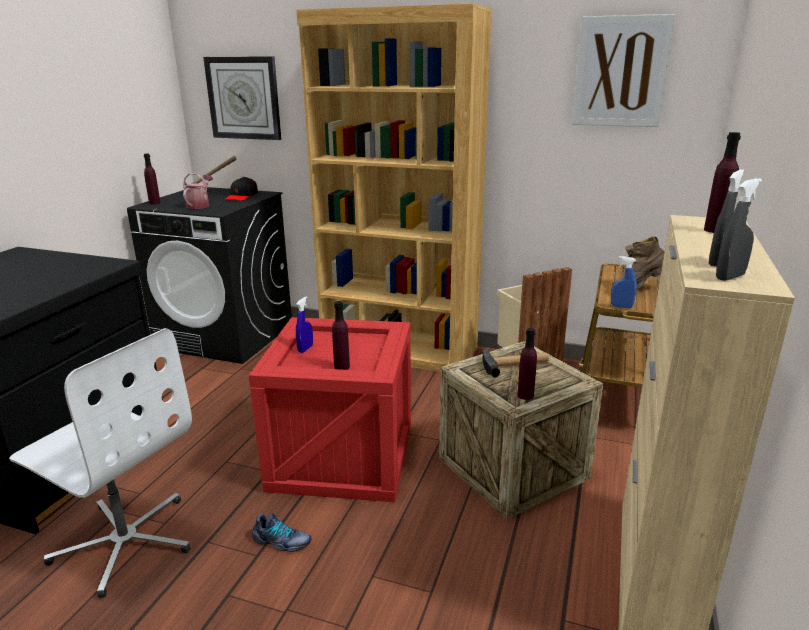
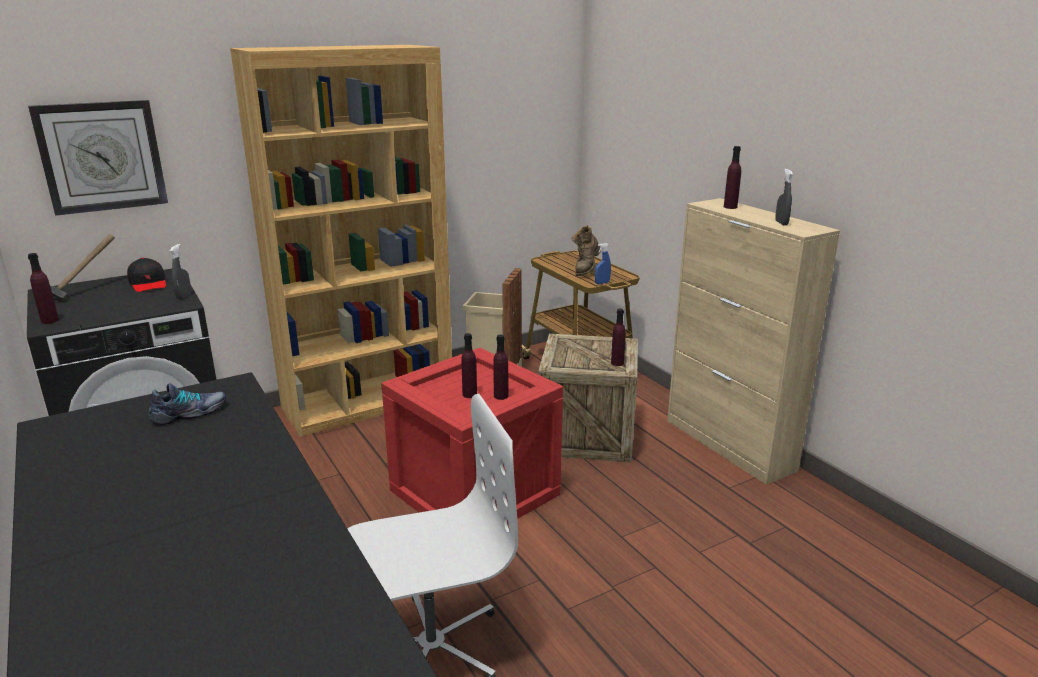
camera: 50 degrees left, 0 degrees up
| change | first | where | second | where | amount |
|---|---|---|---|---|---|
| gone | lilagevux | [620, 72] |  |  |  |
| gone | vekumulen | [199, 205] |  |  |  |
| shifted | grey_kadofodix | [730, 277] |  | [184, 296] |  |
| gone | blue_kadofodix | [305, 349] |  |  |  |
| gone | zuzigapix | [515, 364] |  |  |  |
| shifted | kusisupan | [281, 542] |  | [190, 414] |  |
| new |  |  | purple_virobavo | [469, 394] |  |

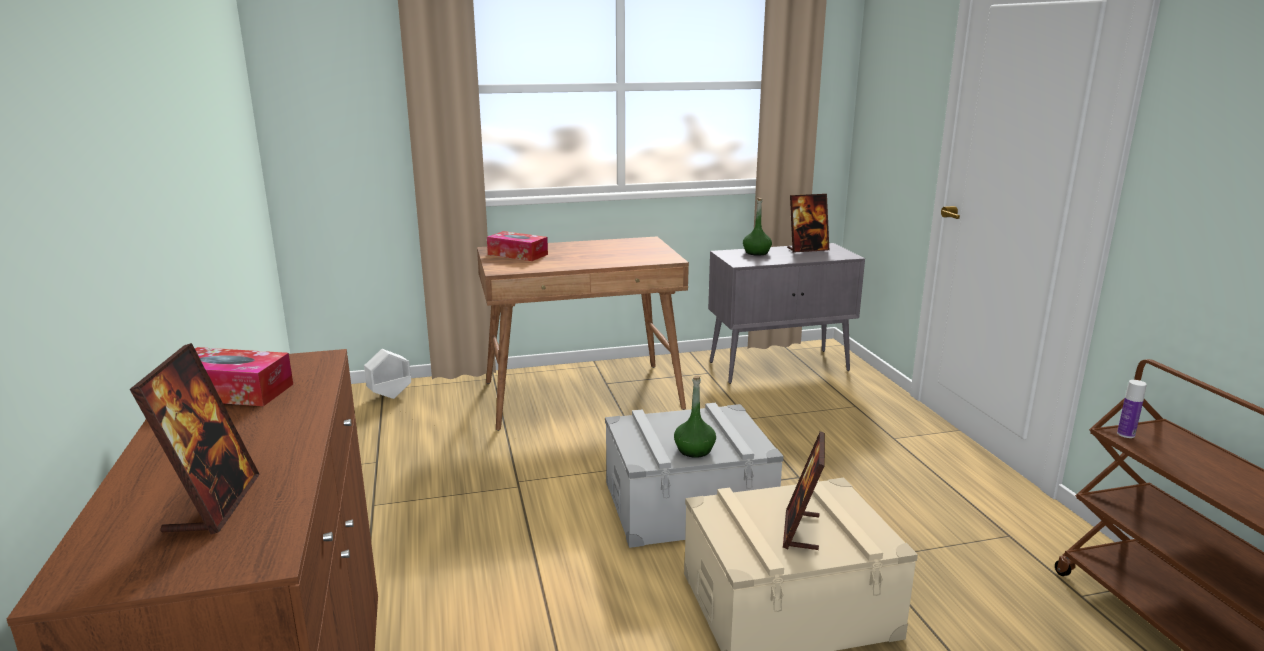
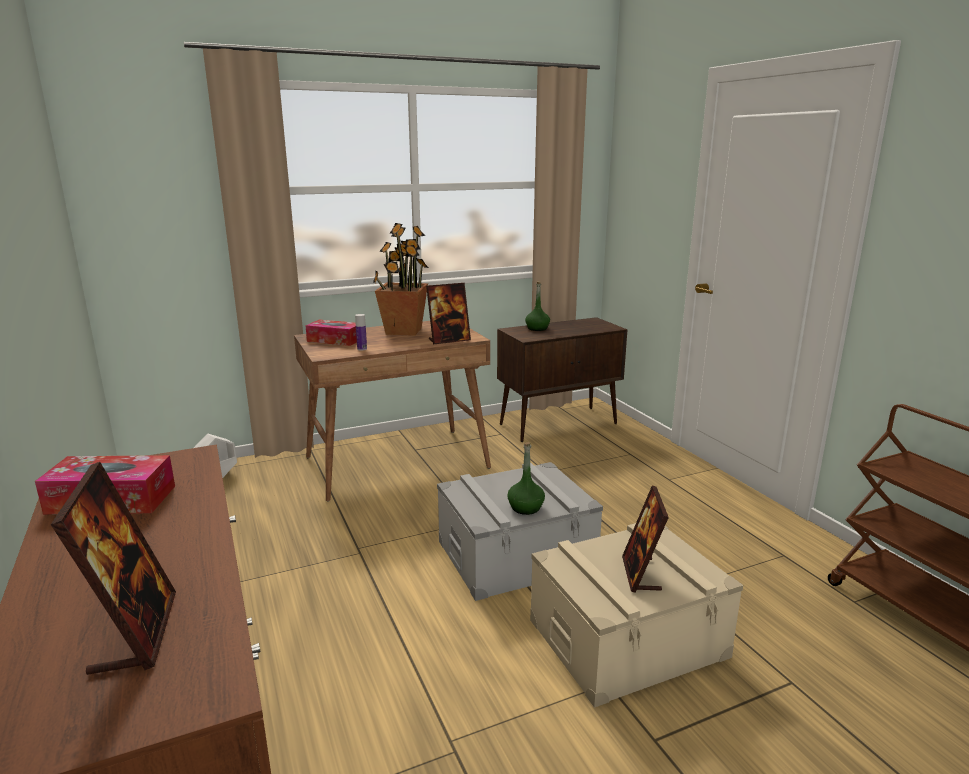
camera: 10 degrees left, 0 degrees up
| change | first | where | second | where | amount |
|---|---|---|---|---|---|
| shifted | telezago | [807, 249] |  | [449, 340] |  |
| repainted | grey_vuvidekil | [780, 366] | brown_vuvidekil | [559, 424] |  |
| shifted | virobavo | [1125, 434] |  | [362, 349] |  |
| new |  |  | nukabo | [403, 331] |  |

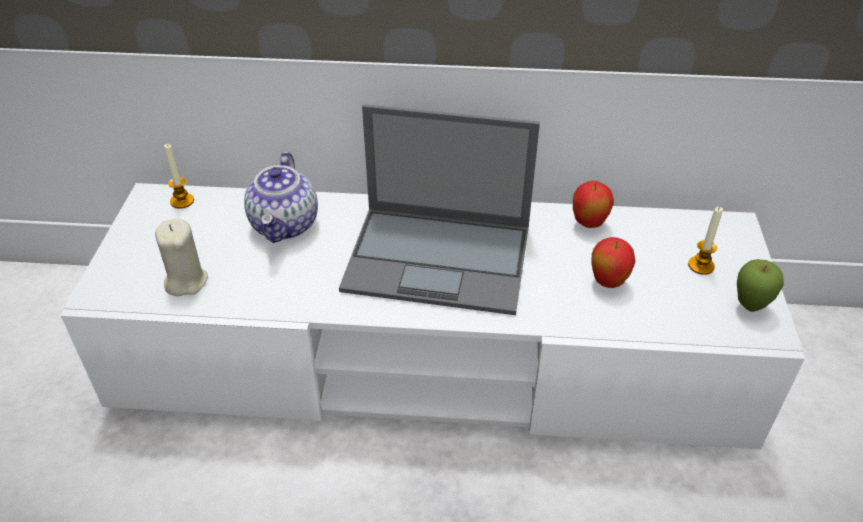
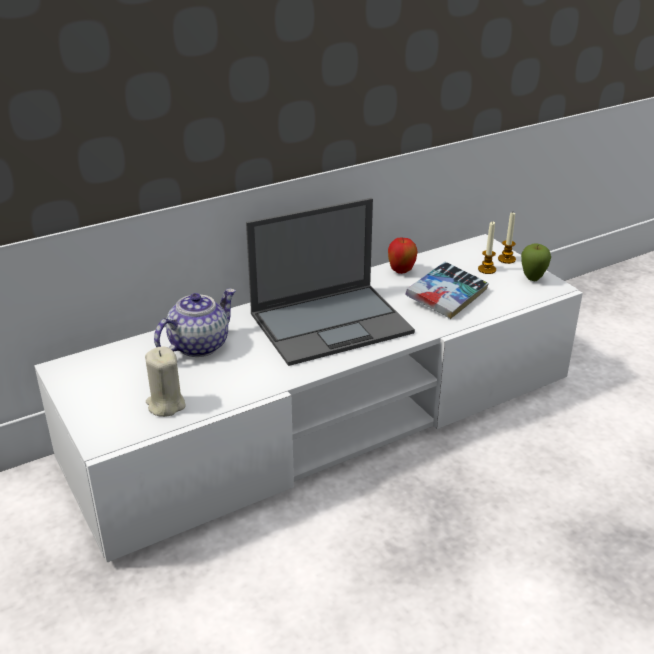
camera: 35 degrees left, 10 degrees down
| change | first | where | second | where | amount |
|---|---|---|---|---|---|
| shifted | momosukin | [182, 201] |  | [506, 259] |  |
| rotated | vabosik | [285, 225] |  | [199, 345] | 105 degrees counterclockwise |
| swapped | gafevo | [608, 282] | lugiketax | [447, 296] |  |

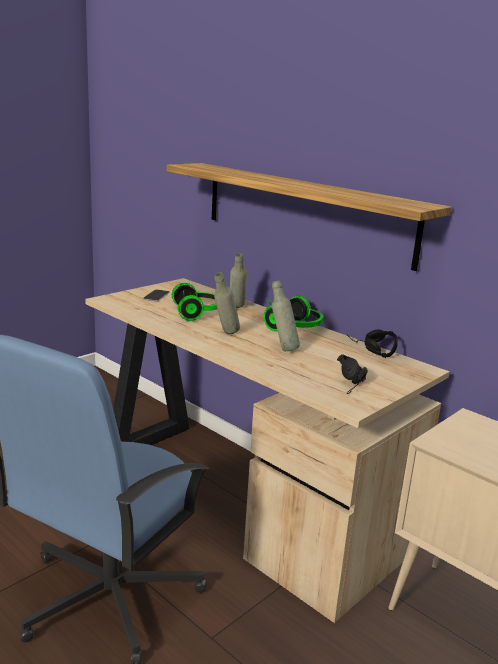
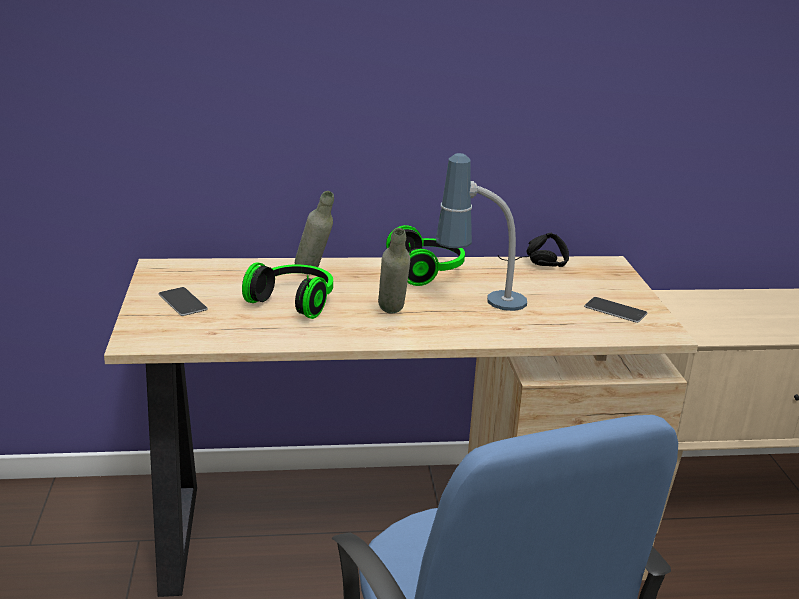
camera: 50 degrees left, 5 degrees up
| change | first | where | second | where | amount |
|---|---|---|---|---|---|
| gone | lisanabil | [304, 212] |  |  |  |
| swapped | grey_virobavo | [282, 349] | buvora | [479, 303] |  |
| swapped | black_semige | [354, 385] | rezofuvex | [615, 310] |  |

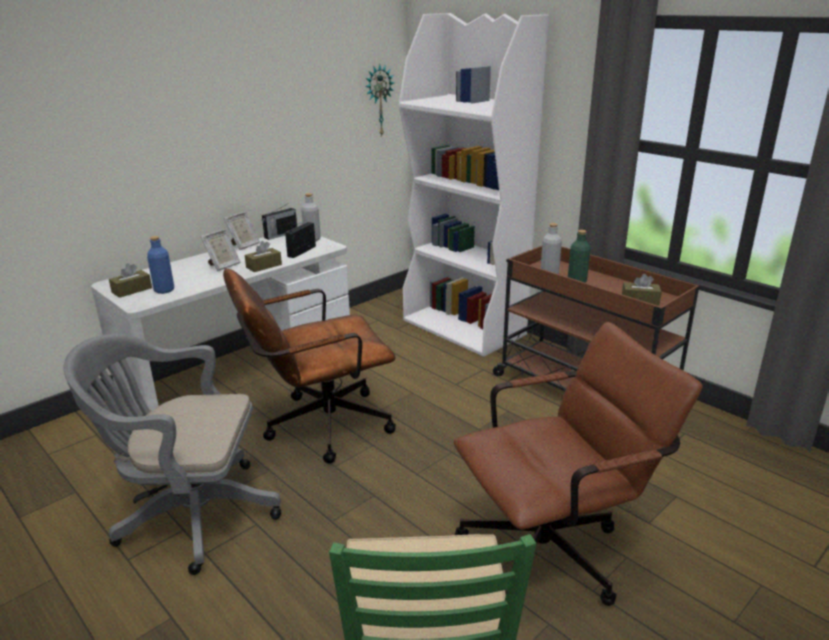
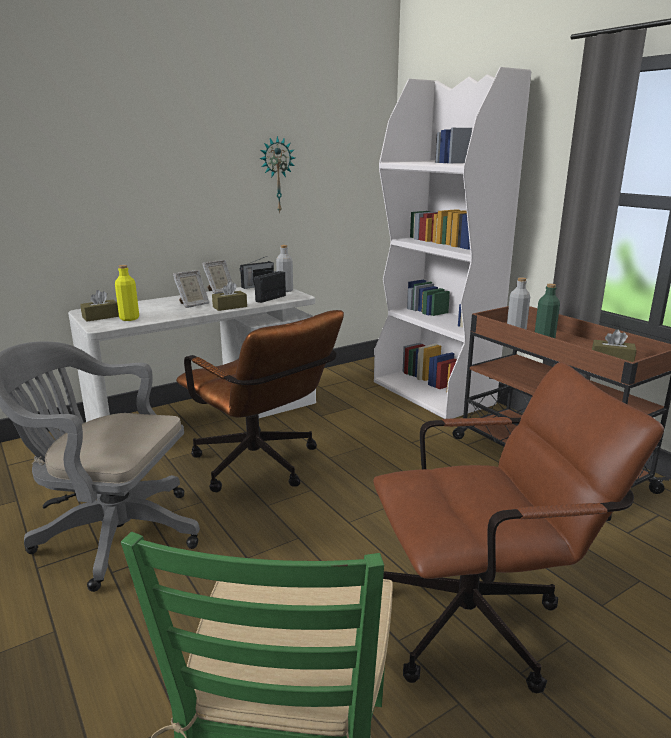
camera: 10 degrees right, 5 degrees down
| change | first | where | second | where | amount |
|---|---|---|---|---|---|
| shifted | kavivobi | [378, 100] |  | [276, 175] |  |
| repainted | blue_virobavo | [164, 290] | yellow_virobavo | [129, 318] |  |
| rotated | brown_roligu | [318, 427] |  | [262, 467] | 120 degrees counterclockwise |

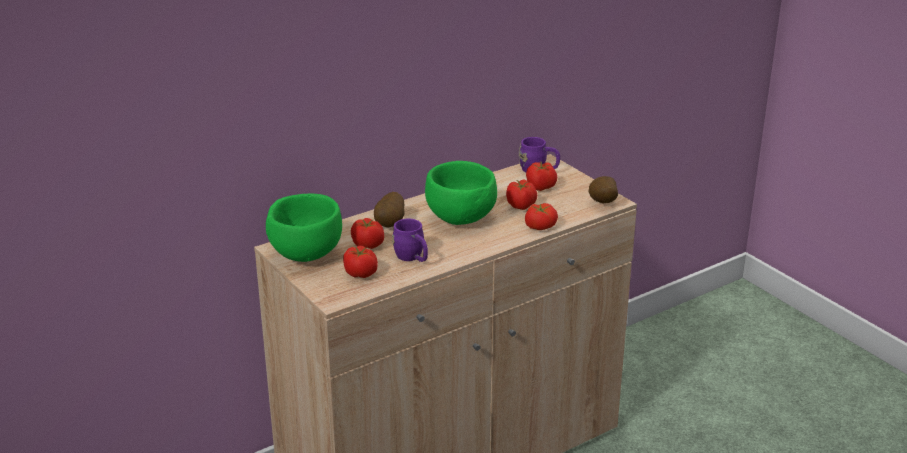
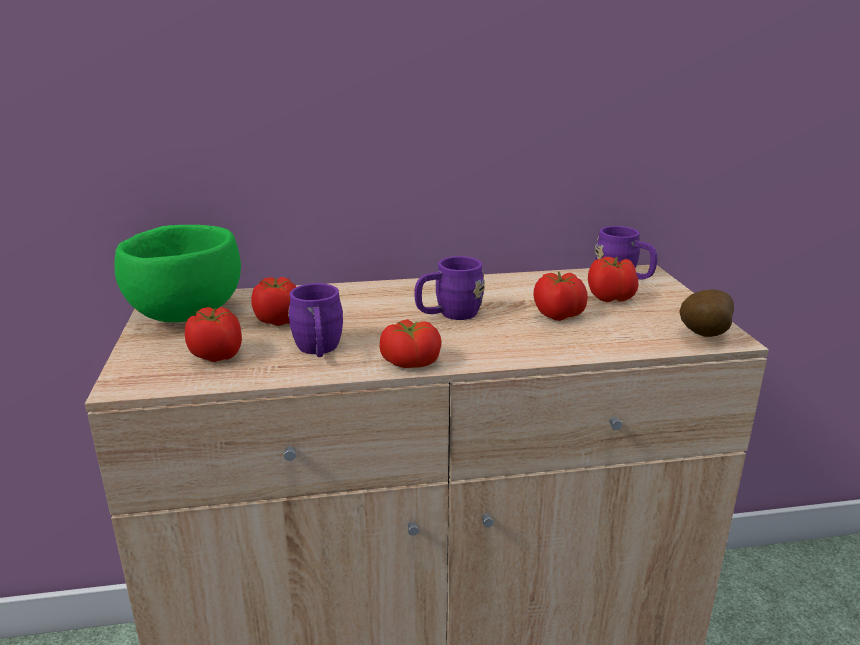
camera: 25 degrees right, 5 degrees down
| change | first | where | second | where | amount |
|---|---|---|---|---|---|
| swapped | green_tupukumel | [460, 219] | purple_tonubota | [449, 314] |  |
| gone | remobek | [391, 224] |  |  |  |
| shifted | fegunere | [539, 226] |  | [410, 361] |  |

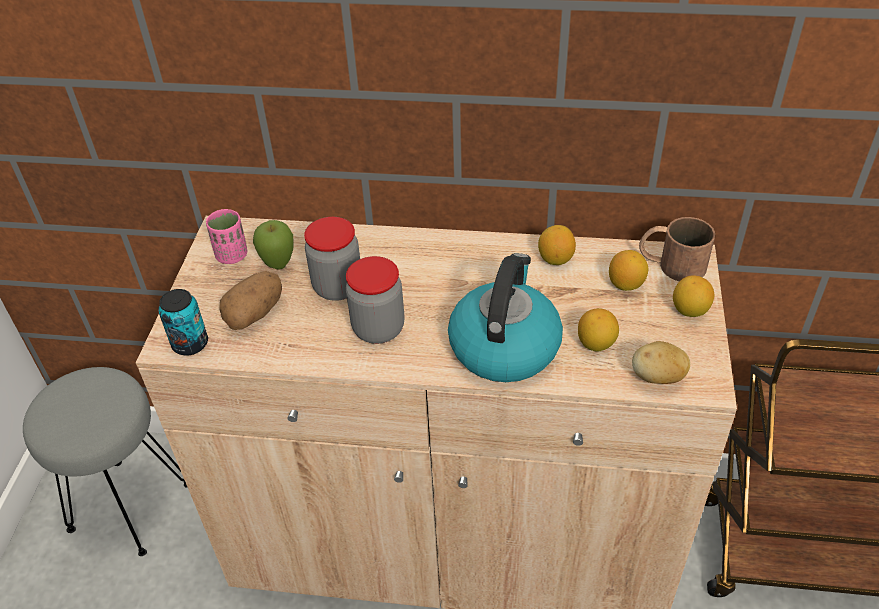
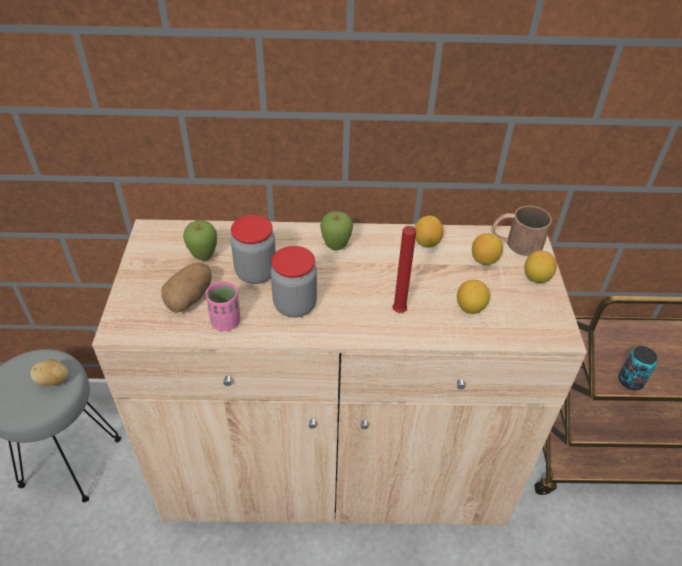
camera: 10 degrees left, 0 degrees up
| change | first | where | second | where | amount |
|---|---|---|---|---|---|
| shifted | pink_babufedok | [232, 255] |  | [226, 322] |  |
| swapped | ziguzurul | [504, 346] | red_momosukin | [399, 313] |  |
| shifted | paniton | [190, 344] |  | [630, 381] |  |
| shifted | remobek | [657, 378] |  | [54, 381] |  |
| new |  |  | gafevo | [336, 247] |  |

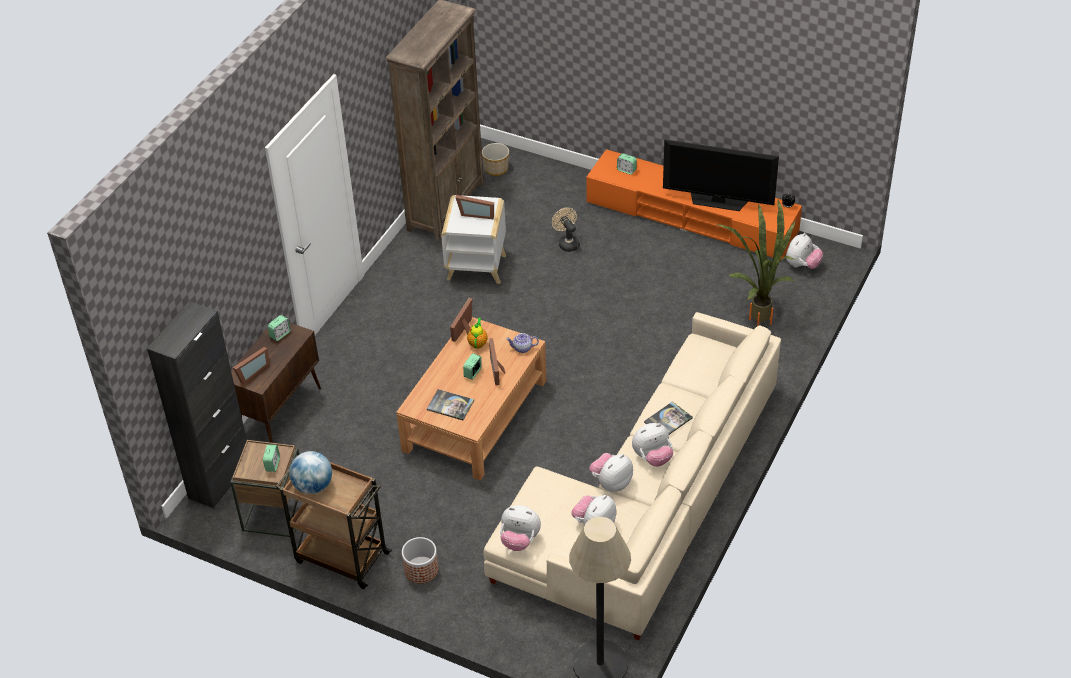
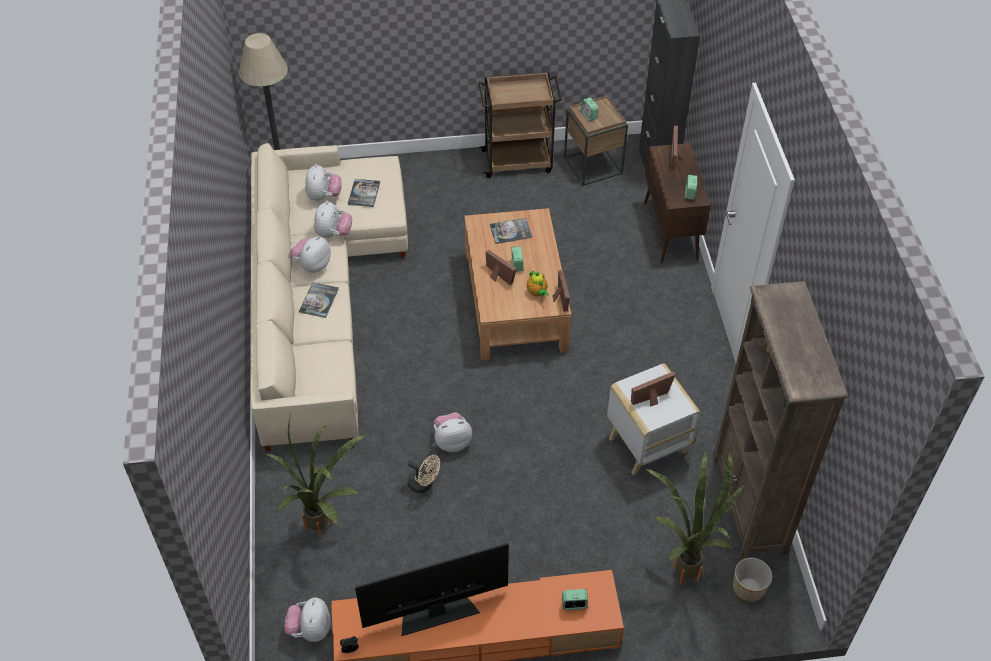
camera: 145 degrees right, 5 degrees up
| change | first | where | second | where | amount |
|---|---|---|---|---|---|
| shifted | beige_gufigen | [567, 243] |  | [424, 484] |  |
| gone | vabosik | [522, 348] |  |  |  |
| gone | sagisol | [313, 486] |  |  |  |
| shifted | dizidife | [520, 540] |  | [452, 441] |  |
| gone | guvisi | [421, 570] |  |  |  |
| new |  |  | lugiketax | [364, 193] |  |
| new |  |  | nukabo | [686, 566] |  |

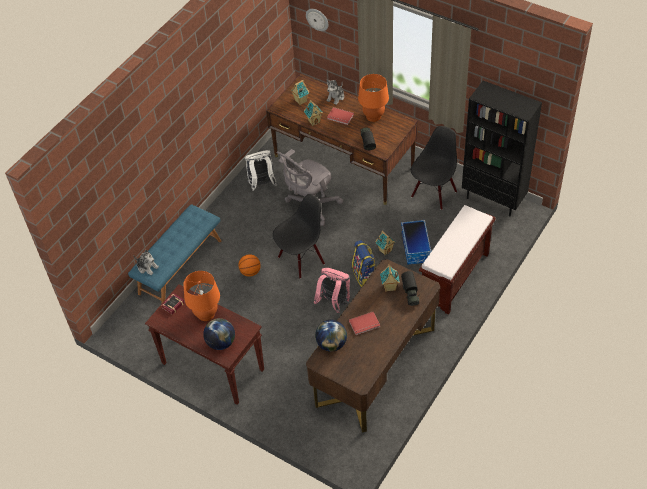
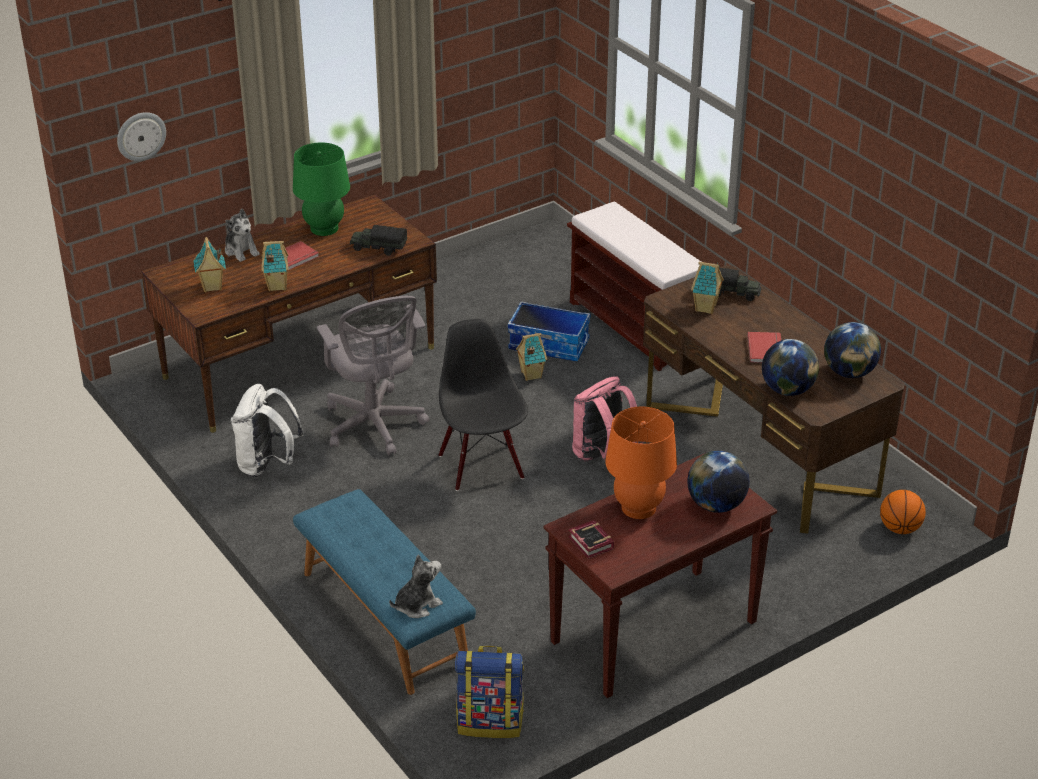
camera: 70 degrees left, 15 degrees down
| change | first | where | second | where | amount |
|---|---|---|---|---|---|
| repainted | orange_buvora | [373, 116] | green_buvora | [324, 228] |  |
| gone | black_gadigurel | [494, 199] |  |  |  |
| gone | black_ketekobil | [433, 193] |  |  |  |
| shifted | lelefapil | [365, 276] |  | [490, 722] |  |
| shifted | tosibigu | [250, 272] |  | [900, 528] |  |
| new |  |  | sagisol | [849, 373] |  |

